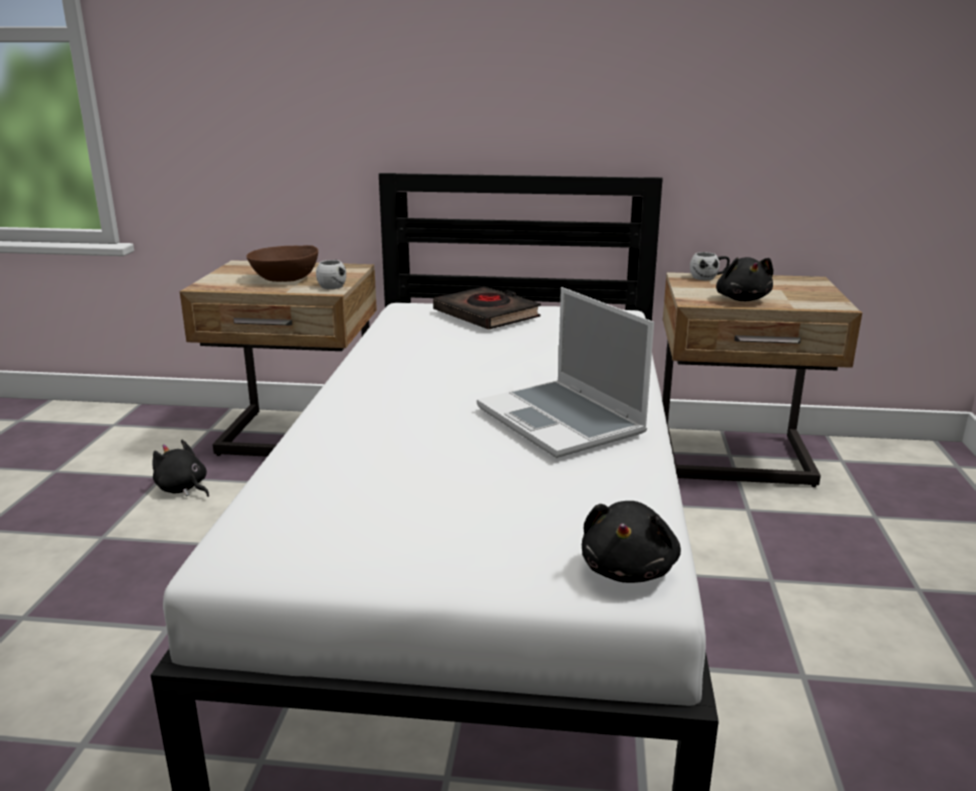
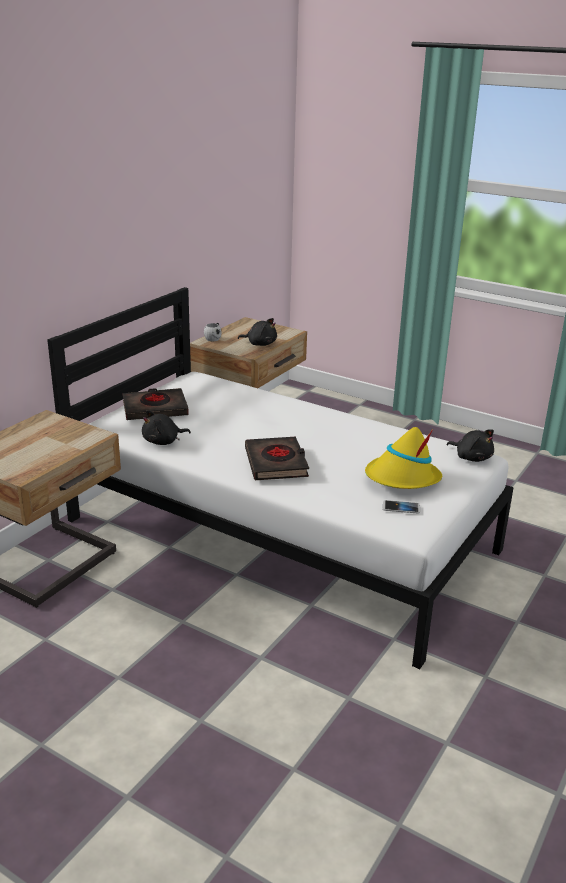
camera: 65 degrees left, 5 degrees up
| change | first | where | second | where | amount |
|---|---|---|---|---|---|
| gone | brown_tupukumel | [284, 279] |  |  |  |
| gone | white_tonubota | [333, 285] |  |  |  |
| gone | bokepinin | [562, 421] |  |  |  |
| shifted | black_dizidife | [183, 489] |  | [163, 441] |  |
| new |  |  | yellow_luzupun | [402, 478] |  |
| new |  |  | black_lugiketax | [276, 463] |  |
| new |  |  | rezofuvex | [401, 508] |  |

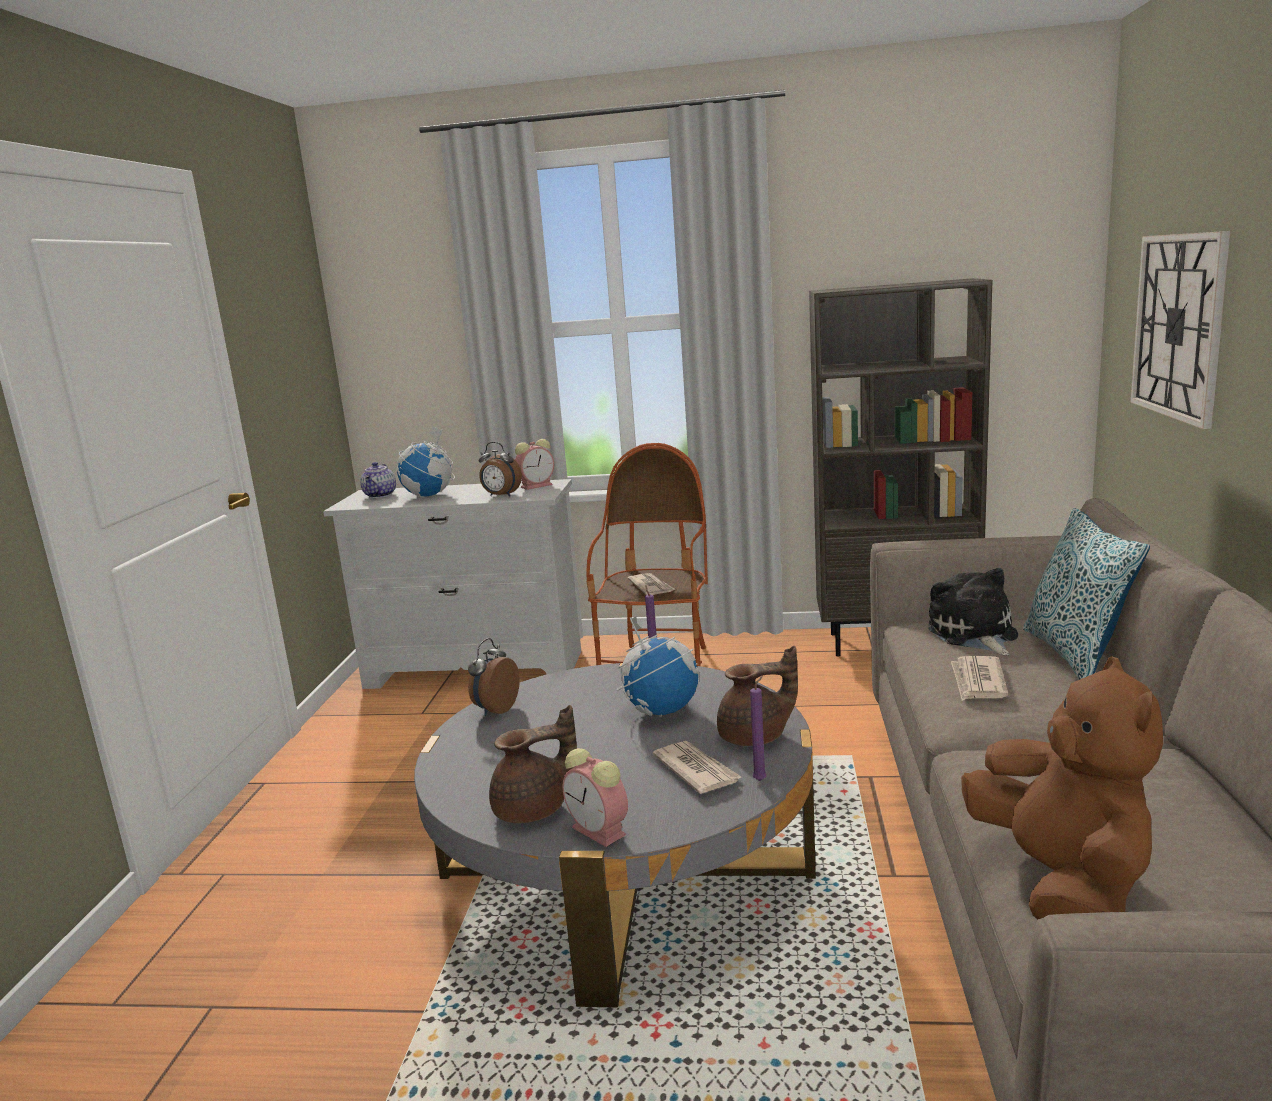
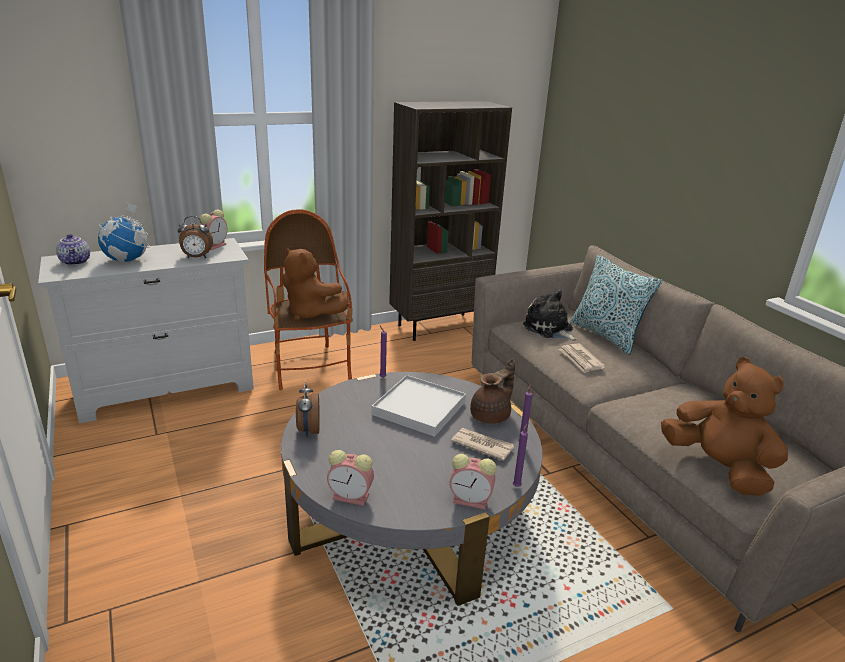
camera: 35 degrees left, 10 degrees up
| change | first | where | second | where | amount |
|---|---|---|---|---|---|
| gone | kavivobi | [1179, 326] |  |  |  |
| swapped | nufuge | [651, 587] | brown_dizidife | [311, 313] |  |
| swapped | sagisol | [661, 710] | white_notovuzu | [419, 408] |  |
| gone | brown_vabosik | [534, 810] |  |  |  |
| new |  |  | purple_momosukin | [517, 485] |  |
| new |  |  | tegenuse | [352, 497] |  |

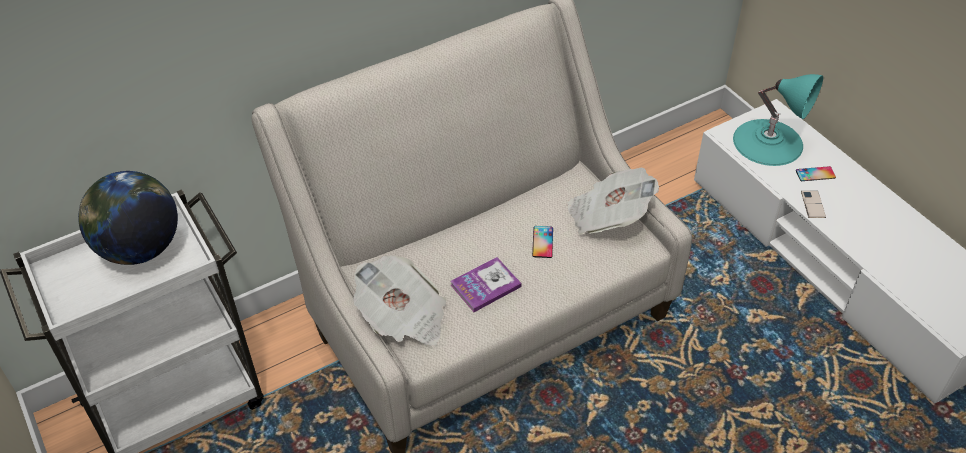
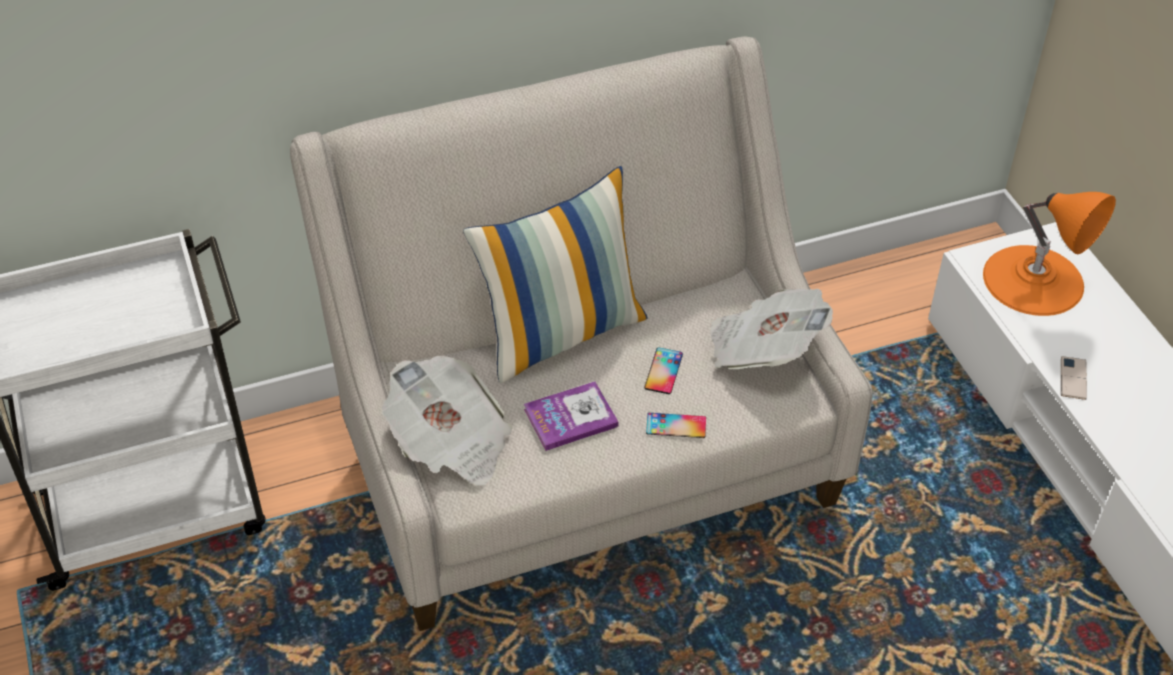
camera: 10 degrees right, 0 degrees up
| change | first | where | second | where | amount |
|---|---|---|---|---|---|
| repainted | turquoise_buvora | [768, 142] | orange_buvora | [1033, 280] |  |
| shifted | rezofuvex | [815, 174] |  | [676, 426] |  |
| gone | sagisol | [140, 249] |  |  |  |
| new |  |  | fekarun | [561, 332] |  |

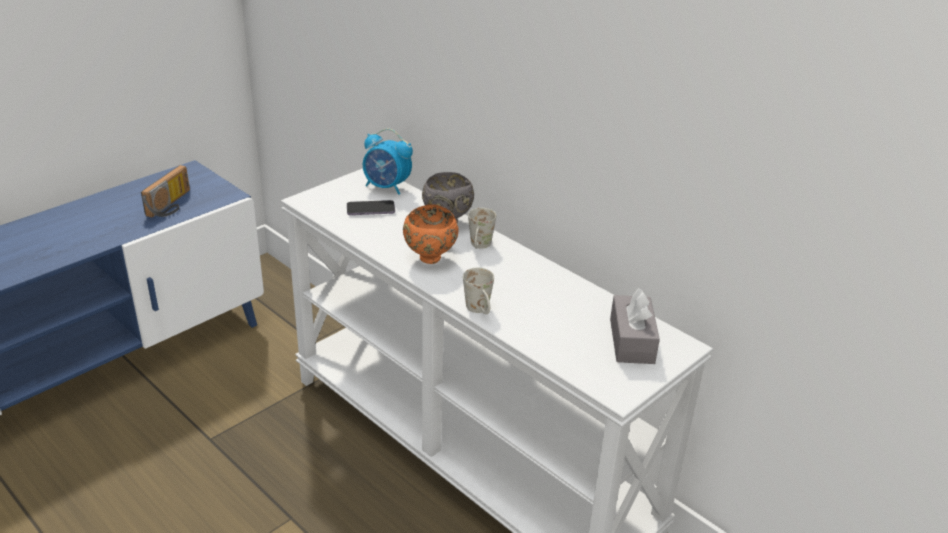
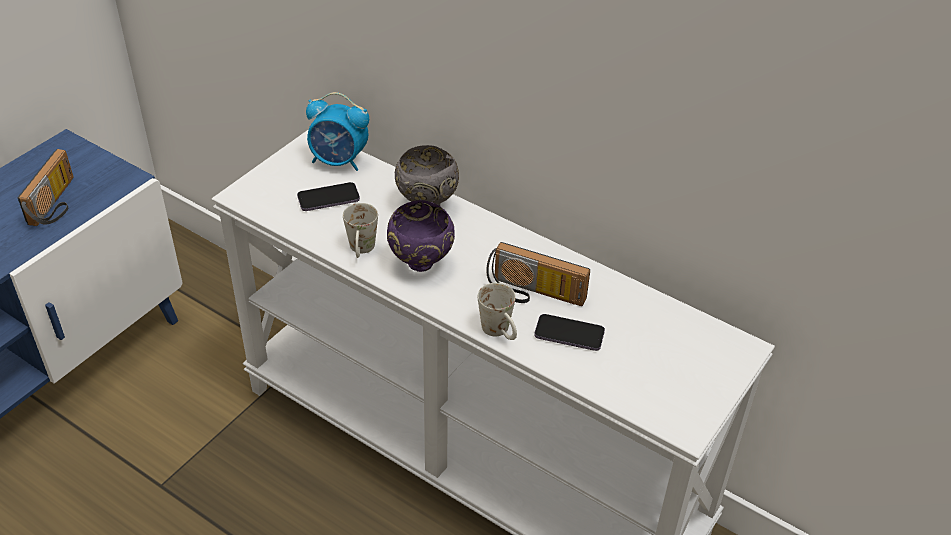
camera: 10 degrees left, 10 degrees up
| change | first | where | second | where | amount |
|---|---|---|---|---|---|
| repainted | orange_tupukumel | [430, 259] | purple_tupukumel | [421, 264] |  |
| shifted | white_tonubota | [479, 247] |  | [361, 251] |  |
| gone | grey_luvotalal | [631, 341] |  |  |  |
| new |  |  | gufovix | [533, 294] |  |
| new |  |  | rezofuvex | [569, 334] |  |

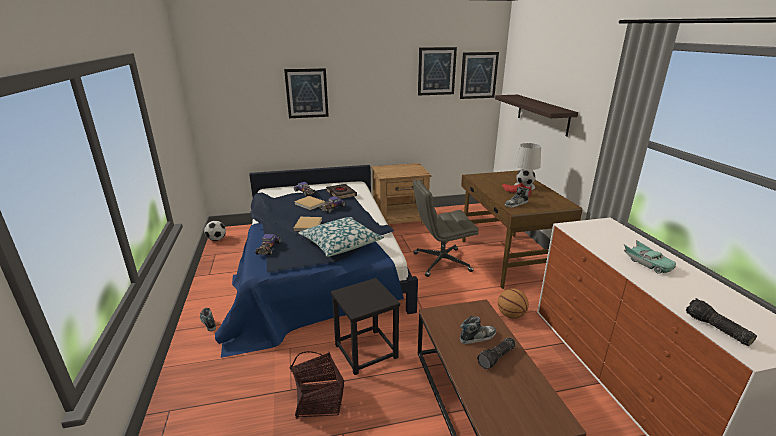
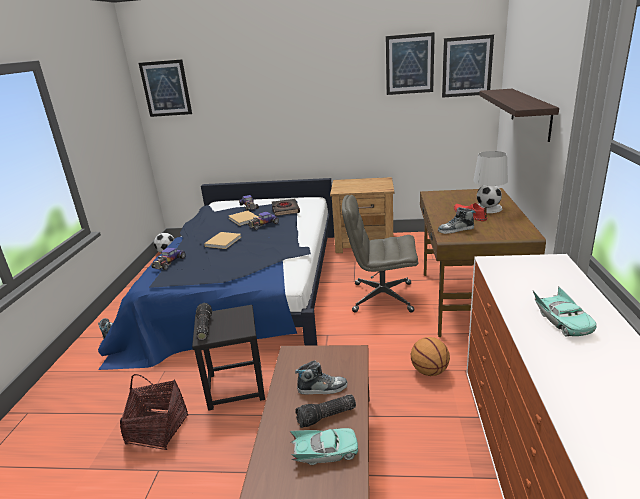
camera: 20 degrees right, 0 degrees up
| change | first | where | second | where | amount |
|---|---|---|---|---|---|
| shifted | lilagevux | [307, 93] |  | [166, 88] |  |
| gone | fekarun | [341, 243] |  |  |  |
| shifted | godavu | [716, 329] |  | [203, 327] |  |
| new |  |  | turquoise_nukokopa | [325, 452] |  |

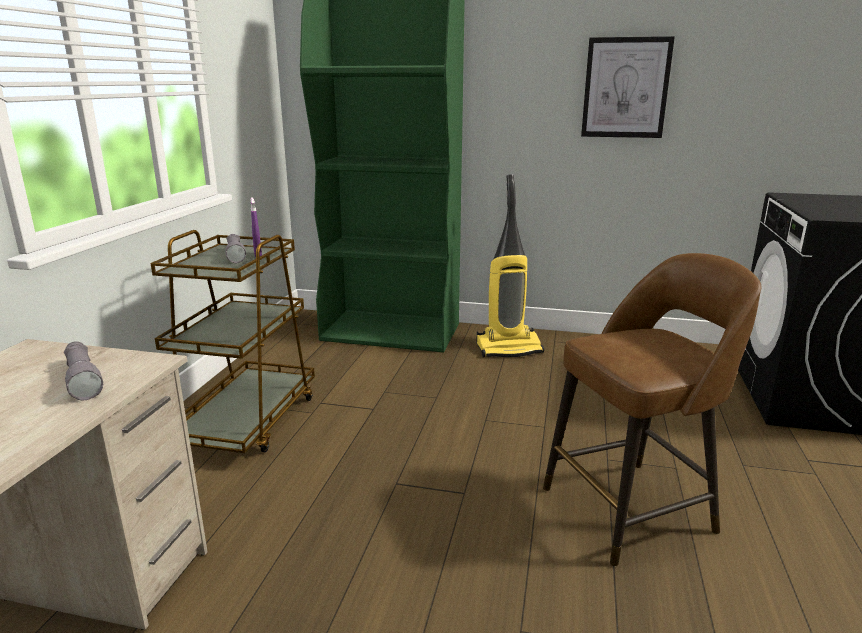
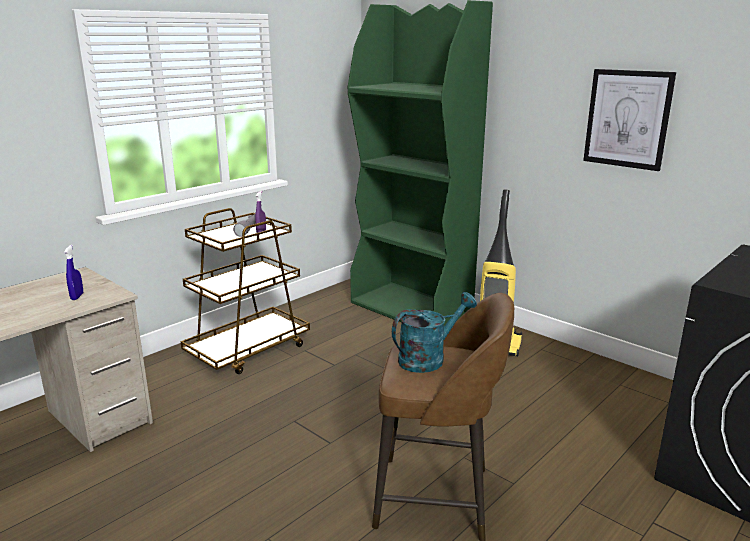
camera: 30 degrees right, 0 degrees up
| change | first | where | second | where | amount |
|---|---|---|---|---|---|
| swapped | grey_godavu | [82, 379] | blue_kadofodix | [77, 296] |  |
| new |  |  | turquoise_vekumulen | [428, 358] |  |

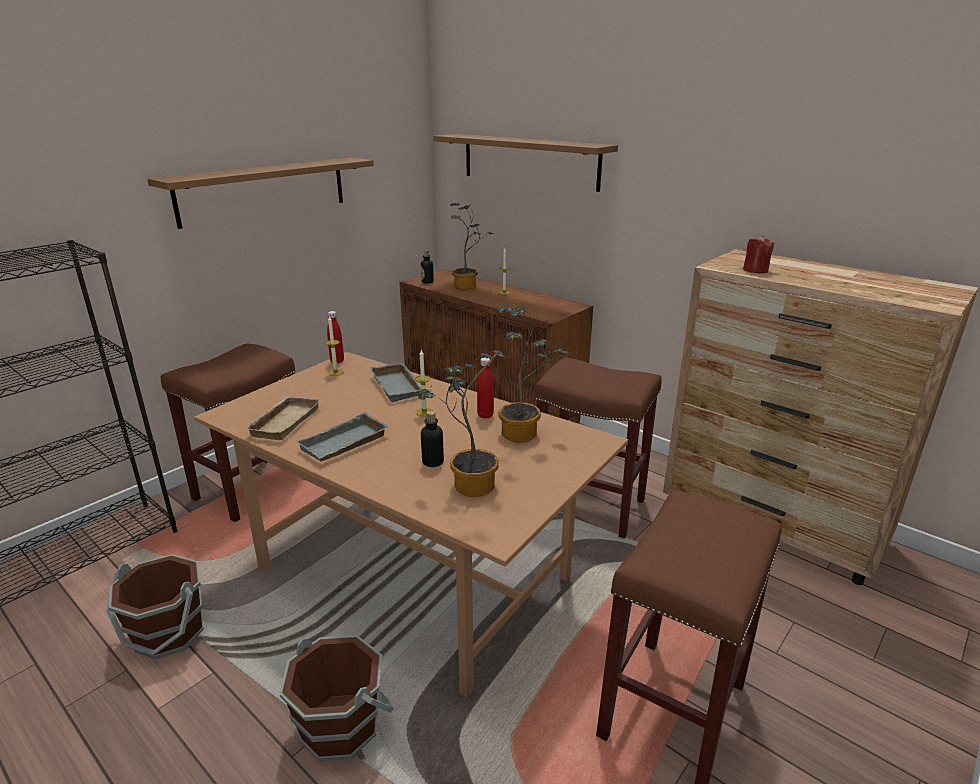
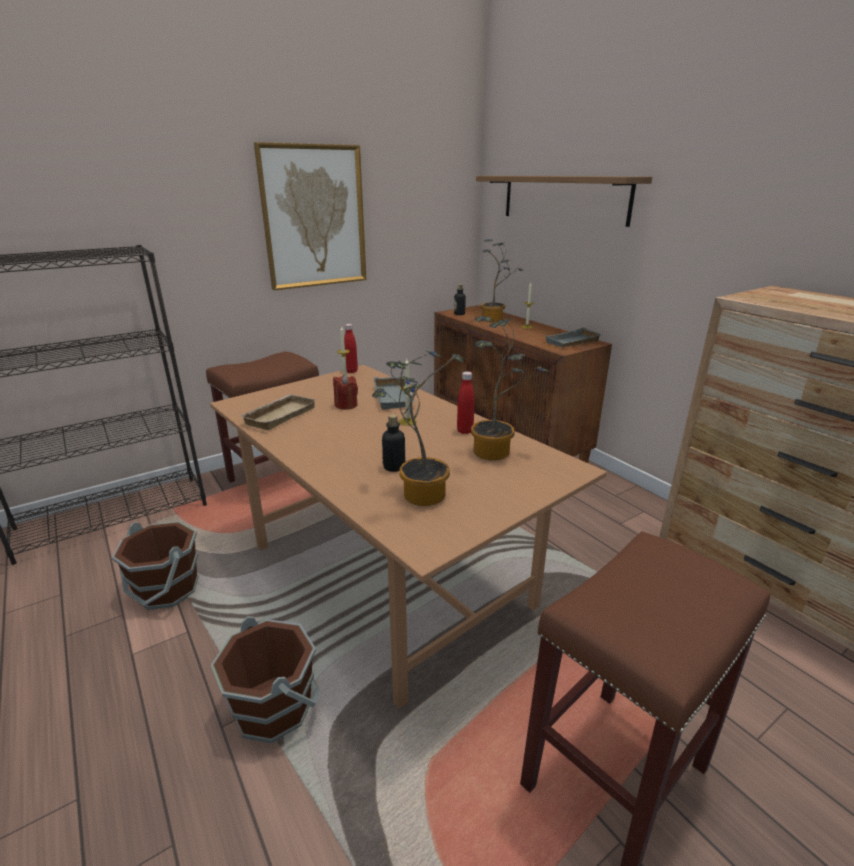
camera: 15 degrees right, 0 degrees up
| change | first | where | second | where | amount |
|---|---|---|---|---|---|
| swapped | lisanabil | [264, 190] | lilagevux | [314, 217] |  |
| shifted | red_momosukin | [755, 270] |  | [346, 405] |  |
| gone | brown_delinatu | [590, 505] |  |  |  |
| shifted | grey_notovuzu | [344, 444] |  | [573, 342] |  |

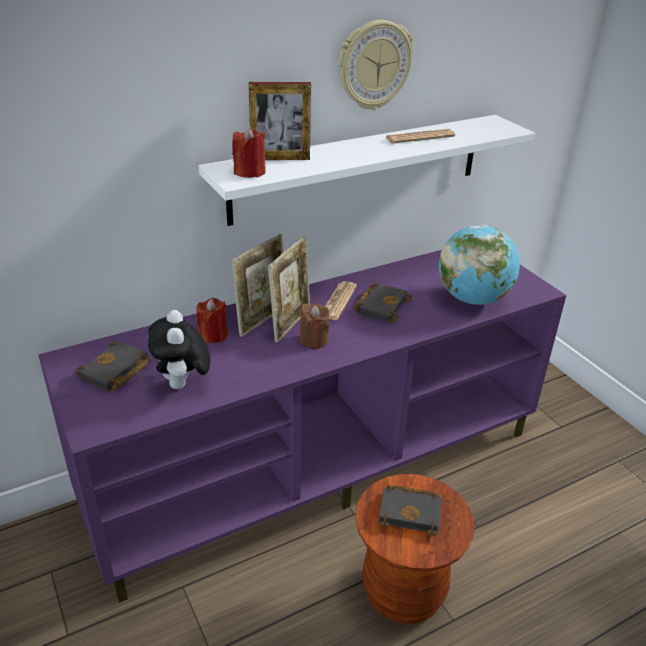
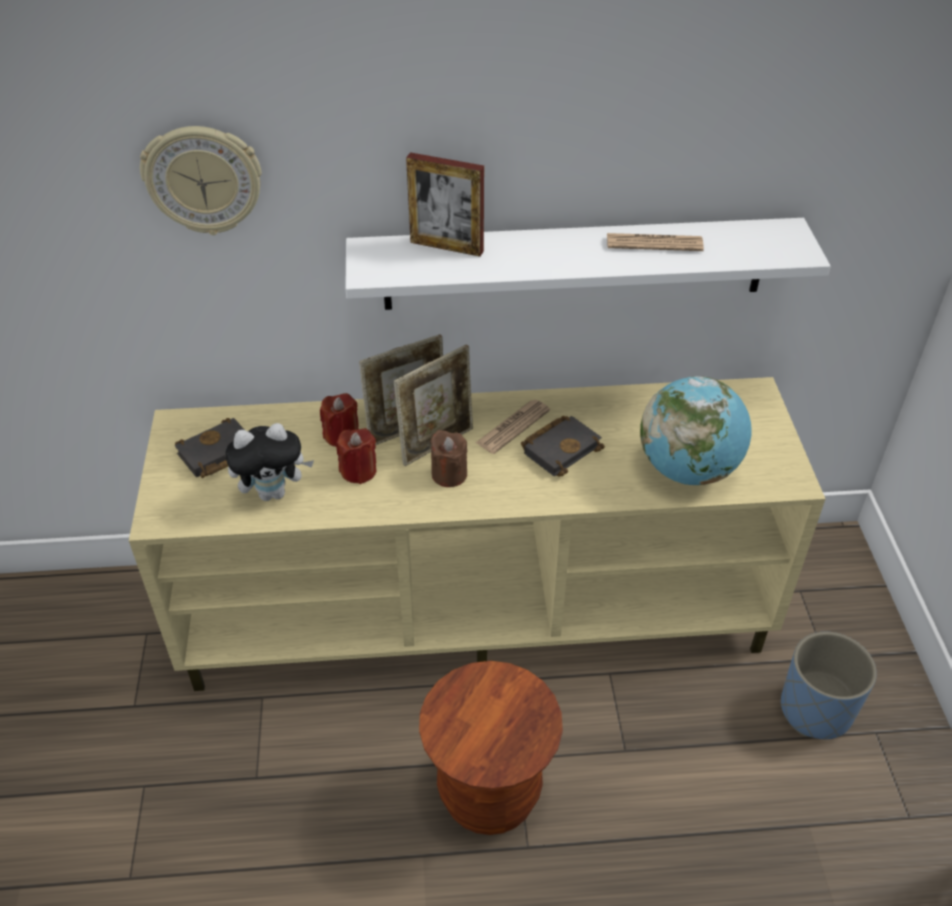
camera: 25 degrees right, 10 degrees up
| change | first | where | second | where | amount |
|---|---|---|---|---|---|
| shifted | kavivobi | [374, 65] |  | [203, 180] |  |
| shifted | red_momosukin | [250, 172] |  | [358, 471] |  |
| repainted | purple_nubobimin | [319, 467] | beige_nubobimin | [477, 610] |  |
| rotated | dizidife | [183, 385] |  | [274, 492] | 120 degrees counterclockwise |
| gone | black_lugiketax | [411, 512] |  |  |  |
| new |  |  | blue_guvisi | [815, 710] |  |

